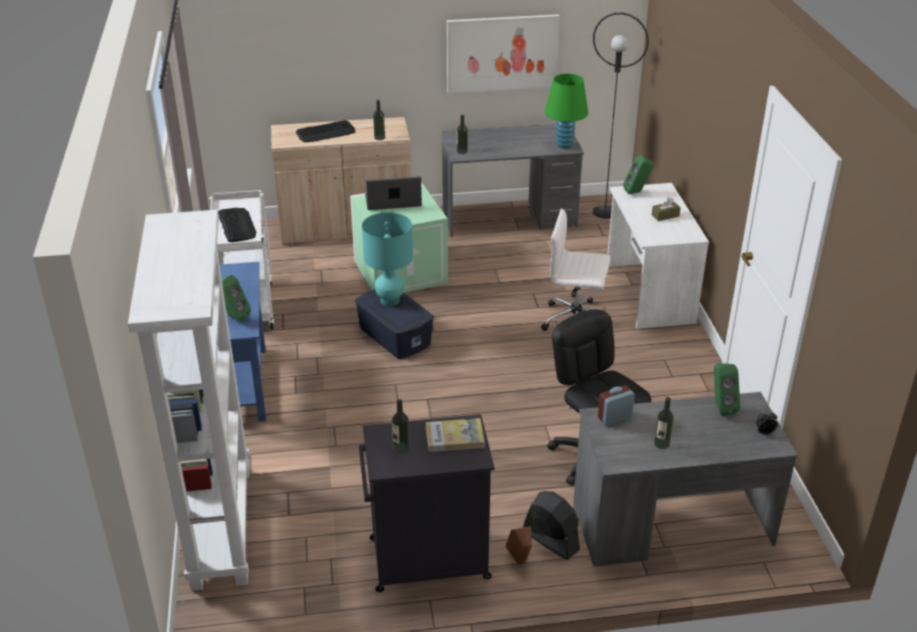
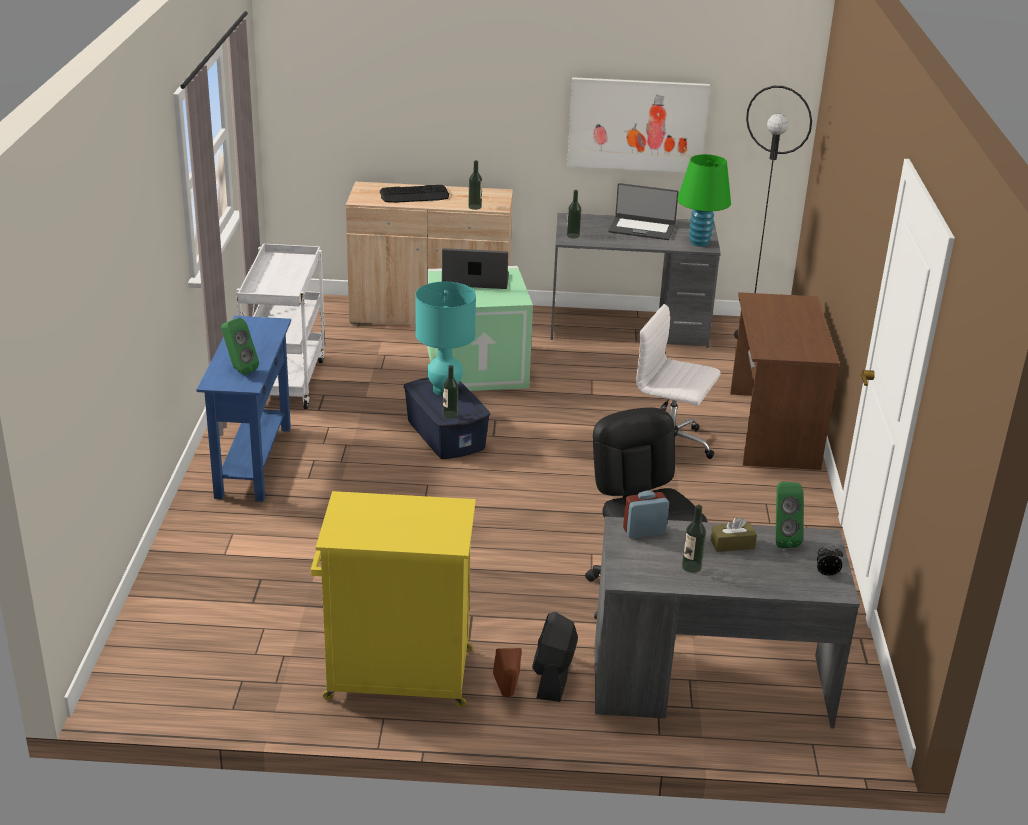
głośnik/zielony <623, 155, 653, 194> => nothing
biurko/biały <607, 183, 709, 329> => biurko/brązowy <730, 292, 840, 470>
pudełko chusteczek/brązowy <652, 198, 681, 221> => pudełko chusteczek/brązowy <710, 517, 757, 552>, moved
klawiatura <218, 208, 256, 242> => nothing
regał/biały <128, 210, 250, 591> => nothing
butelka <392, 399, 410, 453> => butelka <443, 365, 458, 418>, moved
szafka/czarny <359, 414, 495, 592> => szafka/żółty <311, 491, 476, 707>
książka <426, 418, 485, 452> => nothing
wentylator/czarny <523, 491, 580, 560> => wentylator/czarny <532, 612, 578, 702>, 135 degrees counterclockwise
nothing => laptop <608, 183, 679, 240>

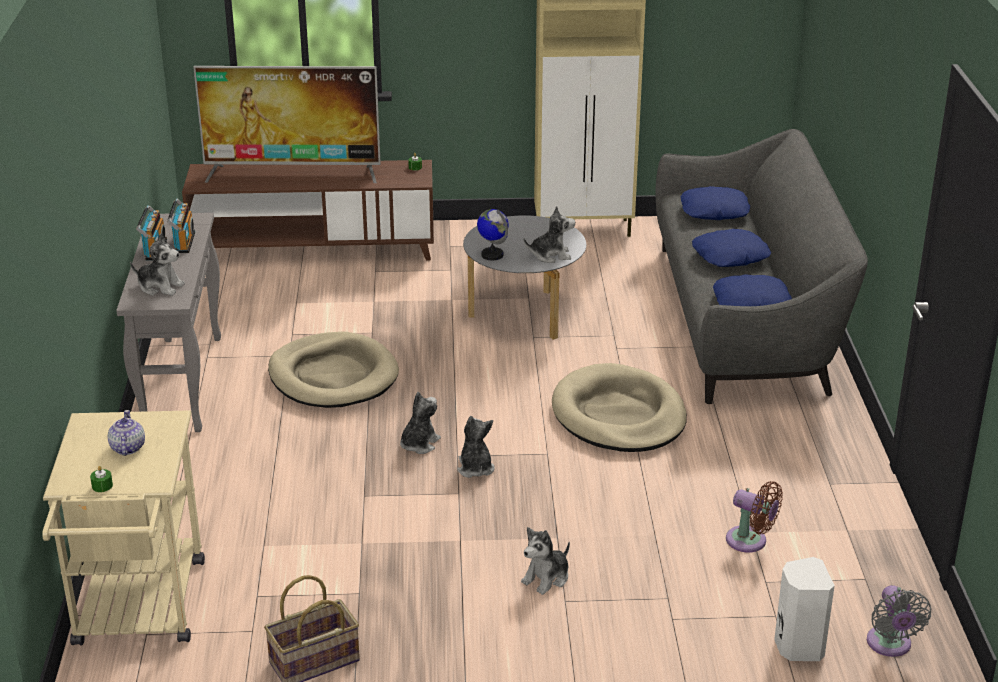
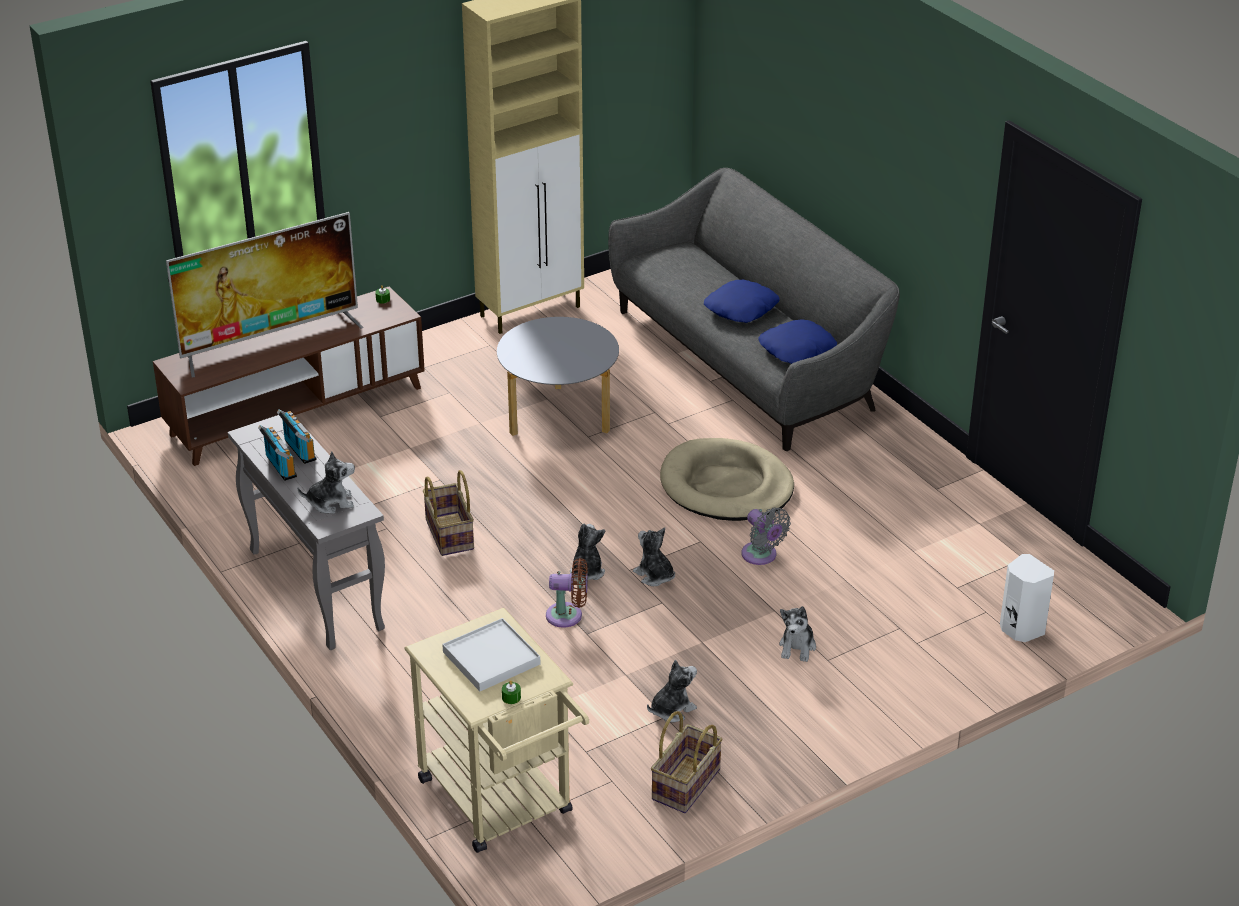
poduszka/niebieski <680, 186, 750, 220> => nothing
pluszak <524, 206, 575, 263> => pluszak <647, 660, 697, 723>, moved
globus <477, 209, 508, 260> => nothing
legowisko/beżowy <268, 332, 399, 408> => koszyk <423, 470, 474, 556>
imbryk <108, 410, 145, 456> => taca/biały <442, 618, 540, 691>
wentylator/brązowy <726, 481, 783, 553> => wentylator/brązowy <546, 558, 588, 628>, moved
wentylator/szary <867, 585, 931, 657> => wentylator/szary <741, 508, 791, 565>, moved

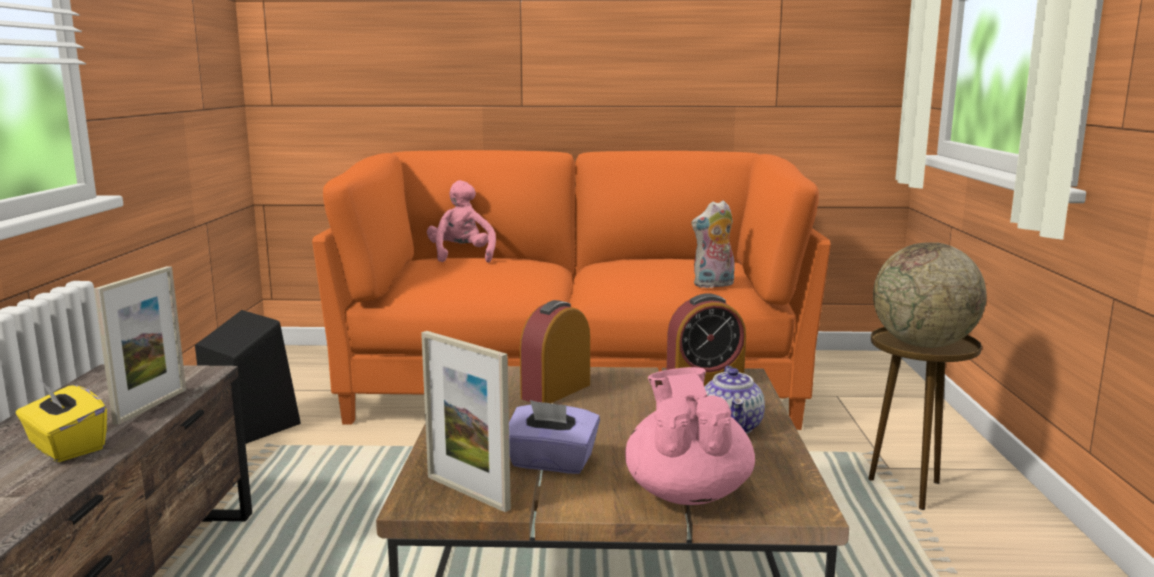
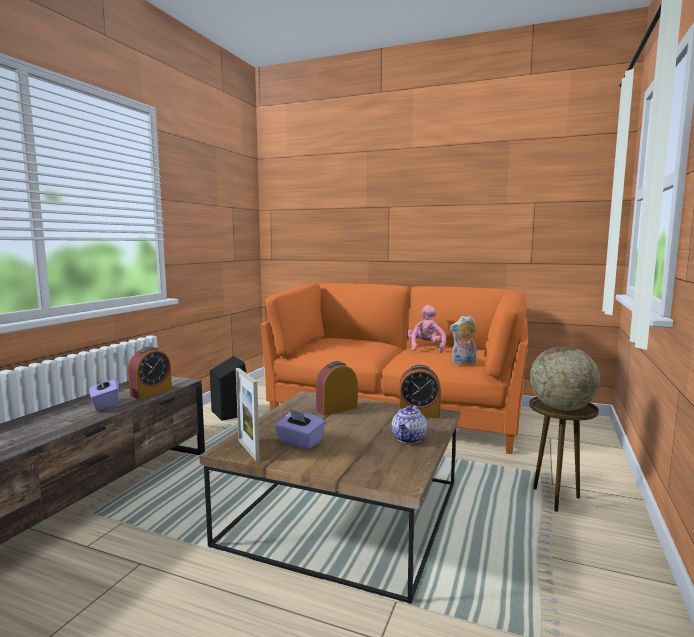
pluszak/różowy <427, 180, 496, 263> => pluszak/różowy <407, 305, 446, 353>, moved
ramka na zdjęcie <94, 266, 186, 425> => budzik <128, 347, 172, 399>
imbryk/różowy <625, 367, 755, 505> => nothing
pudełko chusteczek/żółty <16, 381, 107, 462> => pudełko chusteczek/fioletowy <89, 376, 119, 411>

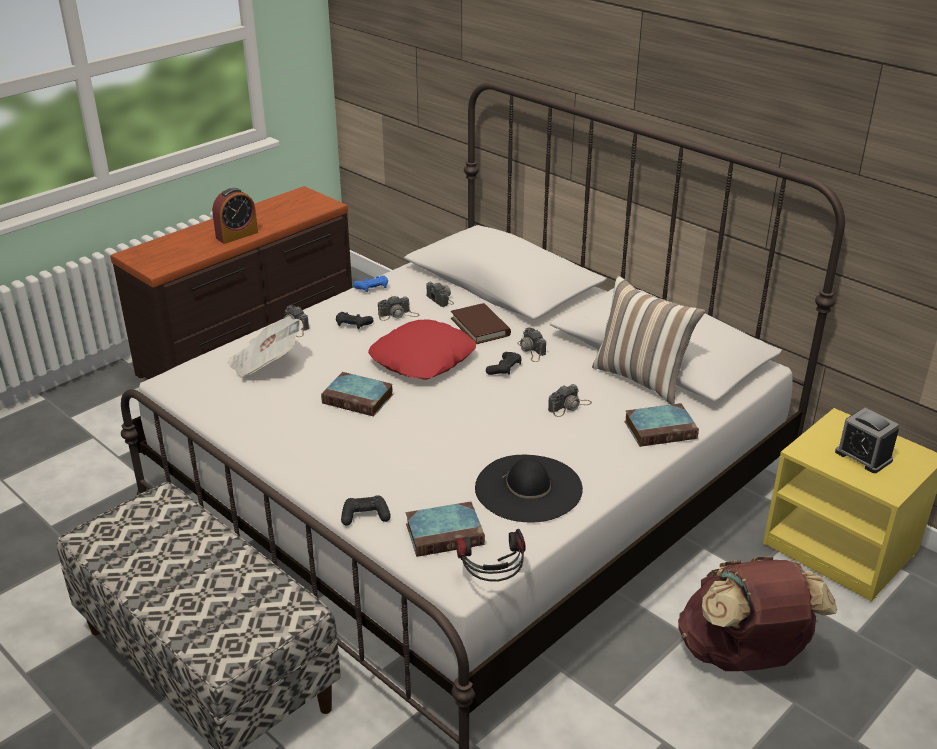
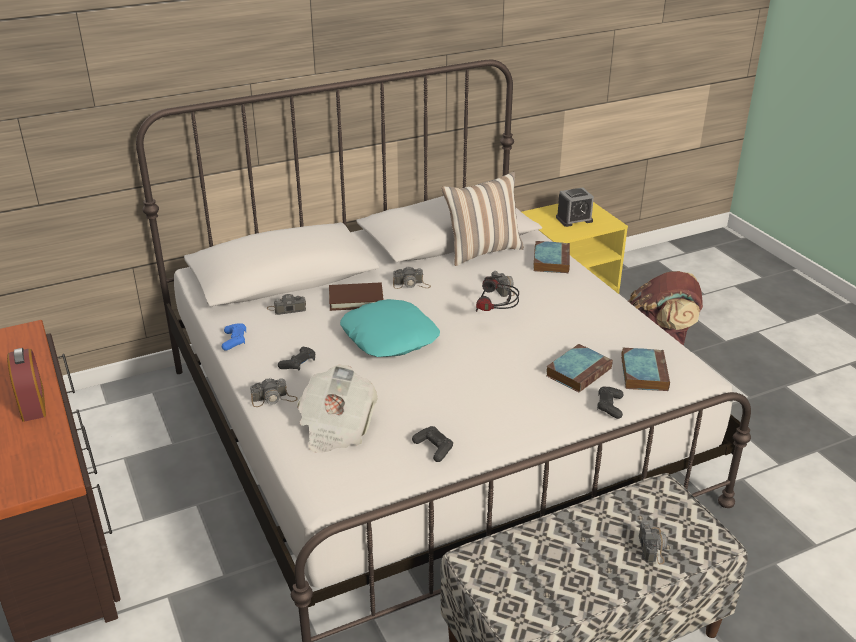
aparat fotograficzny <378, 295, 419, 321> => aparat fotograficzny <639, 521, 667, 564>, moved
poduszka/czerwony <368, 319, 476, 380> => poduszka/turkusowy <340, 299, 440, 357>
pad do gier/czarny <486, 352, 522, 375> => pad do gier/czarny <412, 426, 453, 462>, moved
książka <321, 372, 393, 417> => książka <546, 344, 613, 392>, moved
kapelusz/czarny <475, 455, 583, 522> => nothing
słuchawki <456, 529, 525, 582> => słuchawki <476, 276, 519, 312>, moved

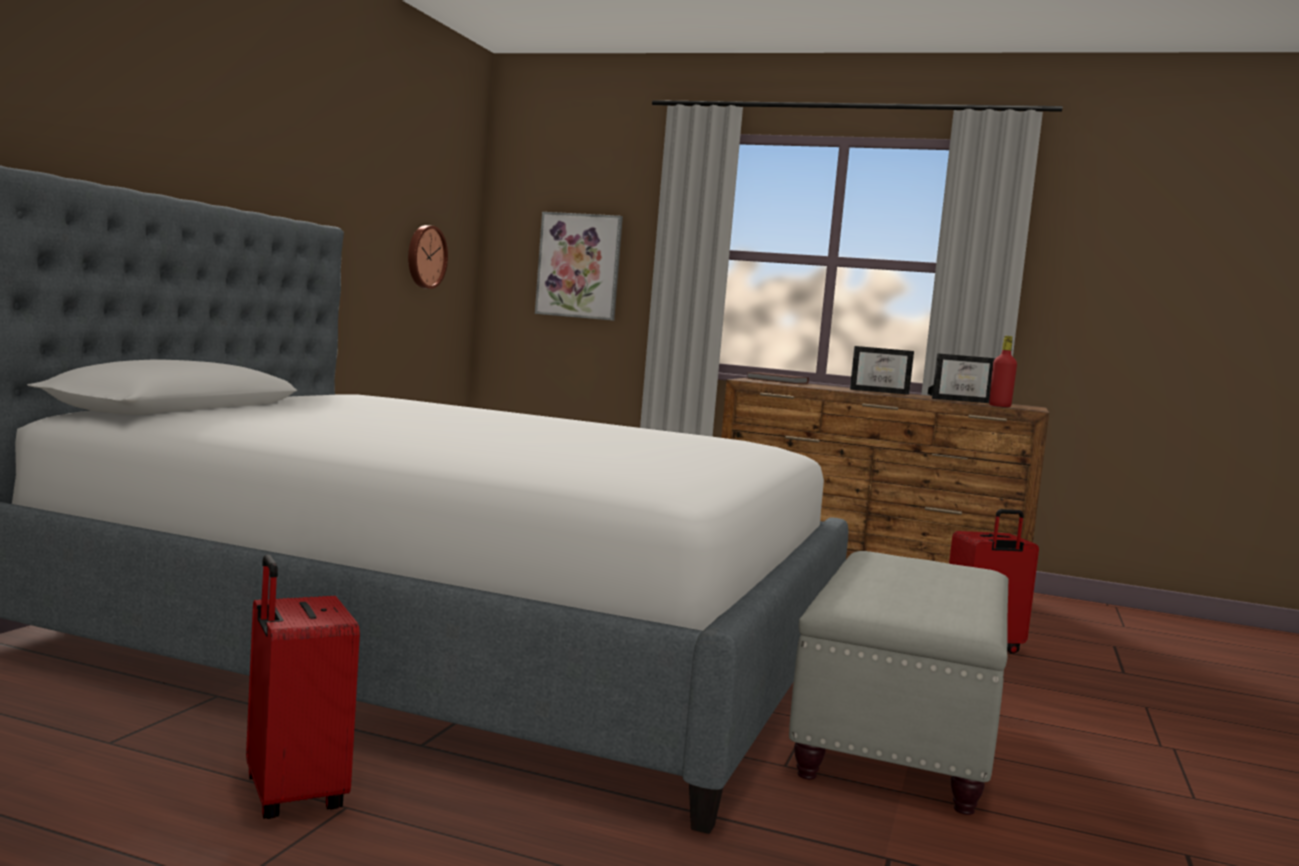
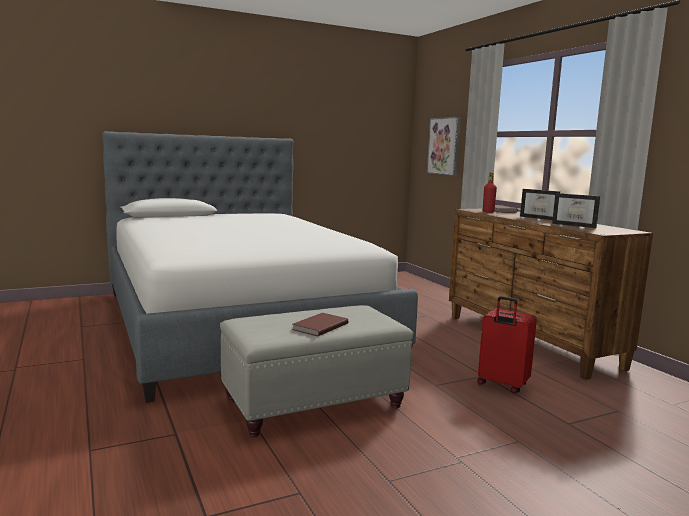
zegar ścienny <408, 225, 448, 289> => nothing
butelka/czerwony <989, 336, 1017, 407> => butelka/czerwony <483, 172, 497, 213>, moved
walizka/czerwony <246, 555, 360, 819> => nothing
nothing => książka/brązowy <292, 313, 348, 337>

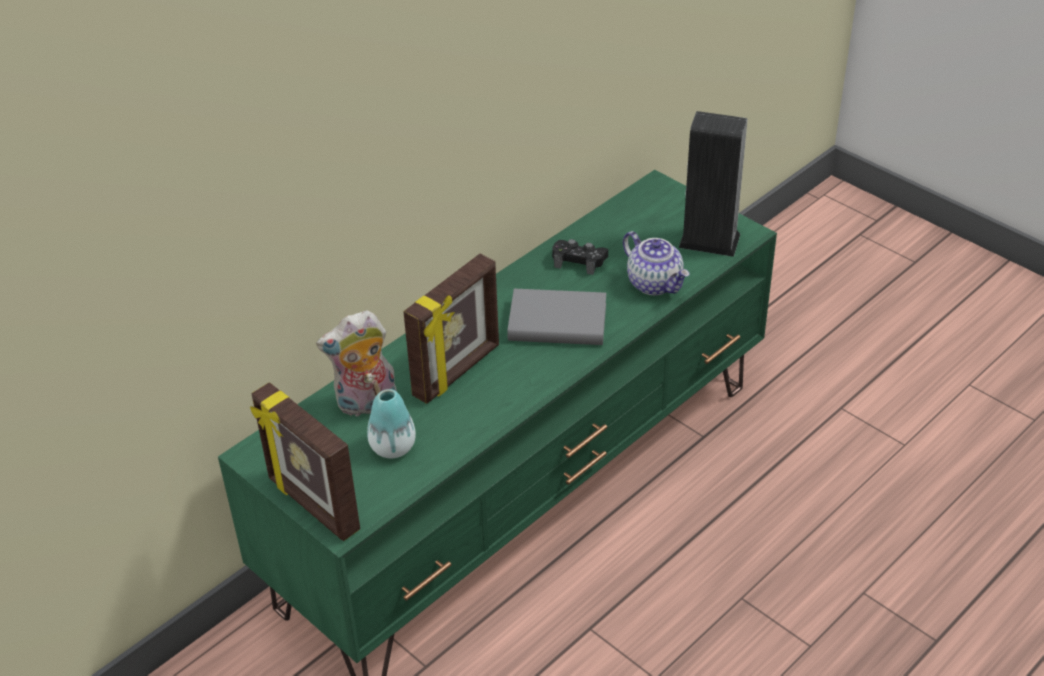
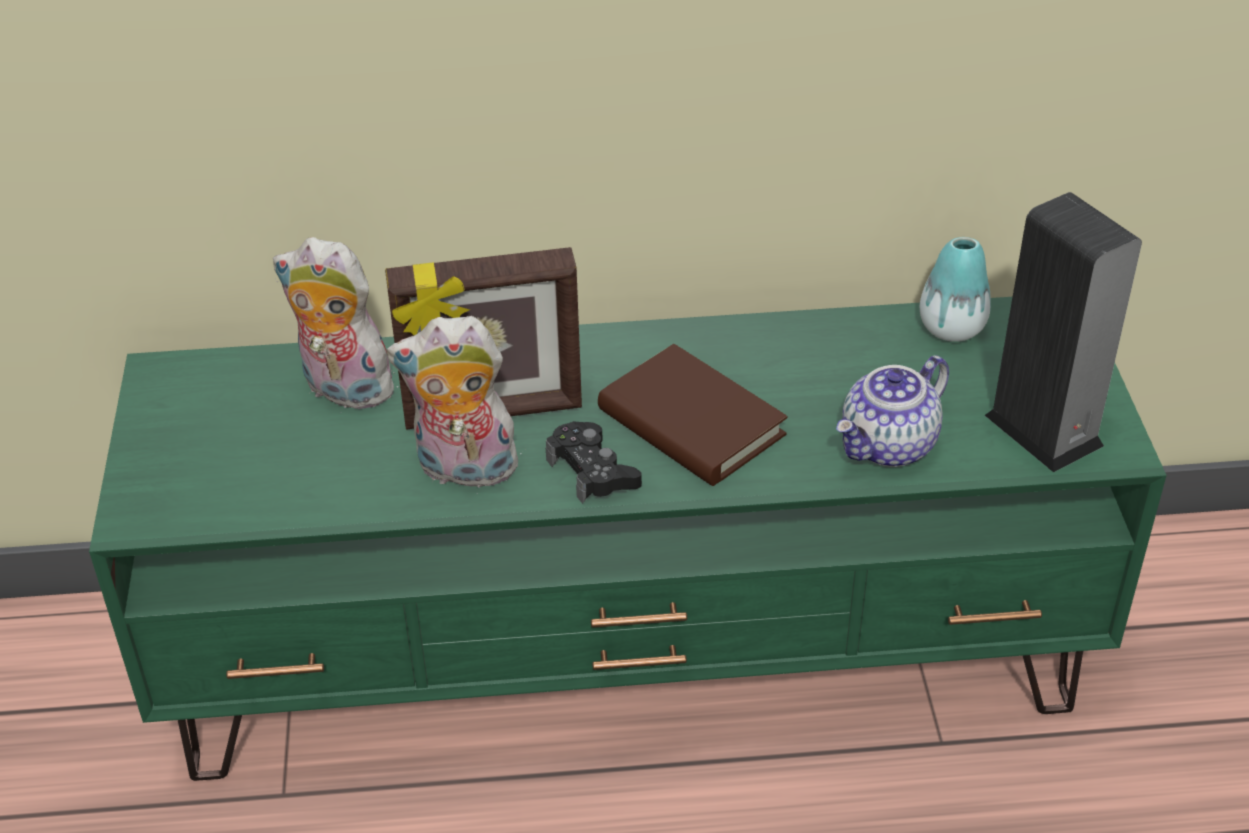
imbryk <623, 231, 689, 295> => imbryk <836, 355, 949, 467>, 45 degrees clockwise
pad do gier/czarny <552, 239, 608, 275> => pad do gier/czarny <546, 421, 642, 504>, moved
książka/szary <507, 289, 606, 345> => książka/brązowy <598, 344, 788, 486>
ramka na zdjęcie <250, 382, 360, 541> => nothing
wazon <367, 389, 416, 458> => wazon <920, 237, 991, 342>, moved
nothing => pluszak <387, 316, 526, 488>

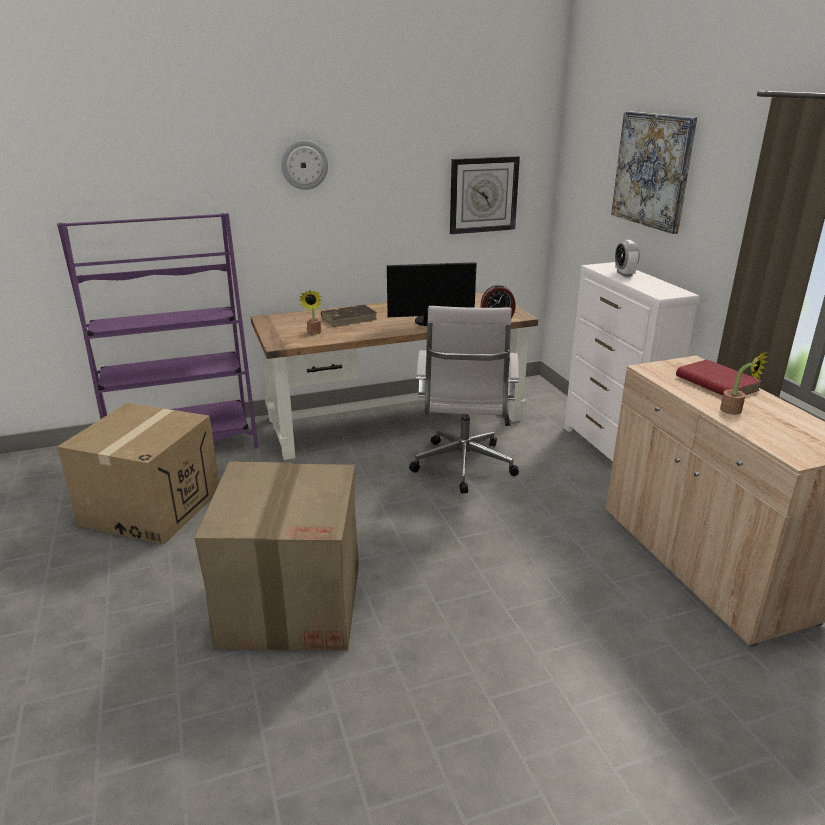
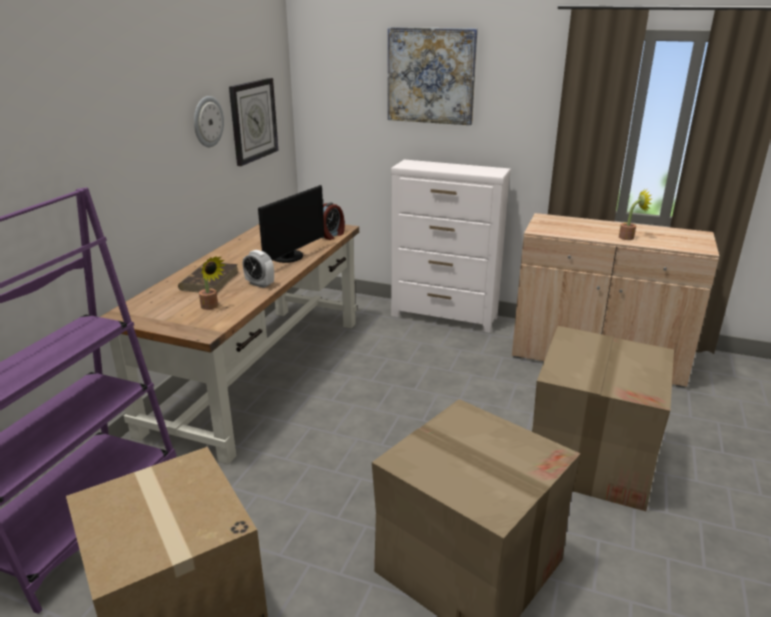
zegar ścienny <281, 140, 328, 190> => zegar ścienny <194, 96, 224, 147>, moved
budzik <615, 240, 640, 277> => budzik <243, 250, 274, 288>, moved
krzesło biurowe/biały <409, 306, 519, 494> => nothing
książka/czerwony <676, 359, 762, 395> => nothing
nothing => karton <532, 326, 674, 511>

